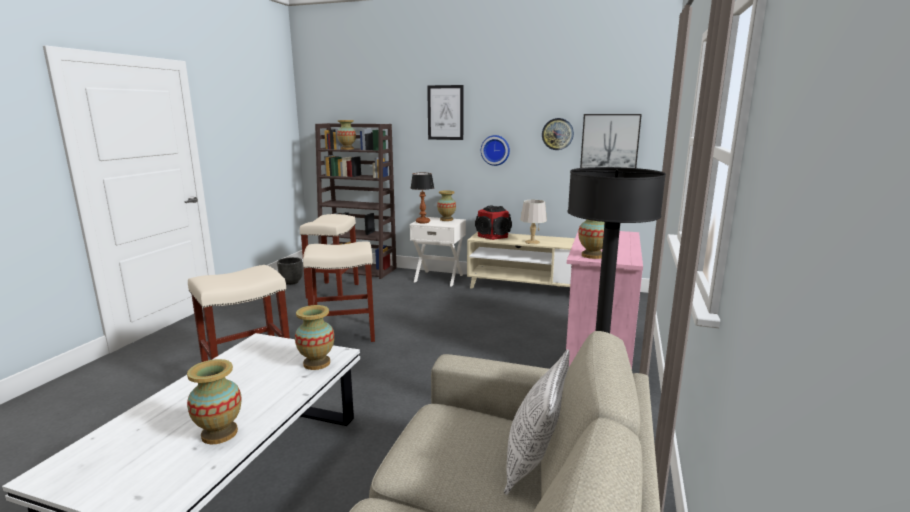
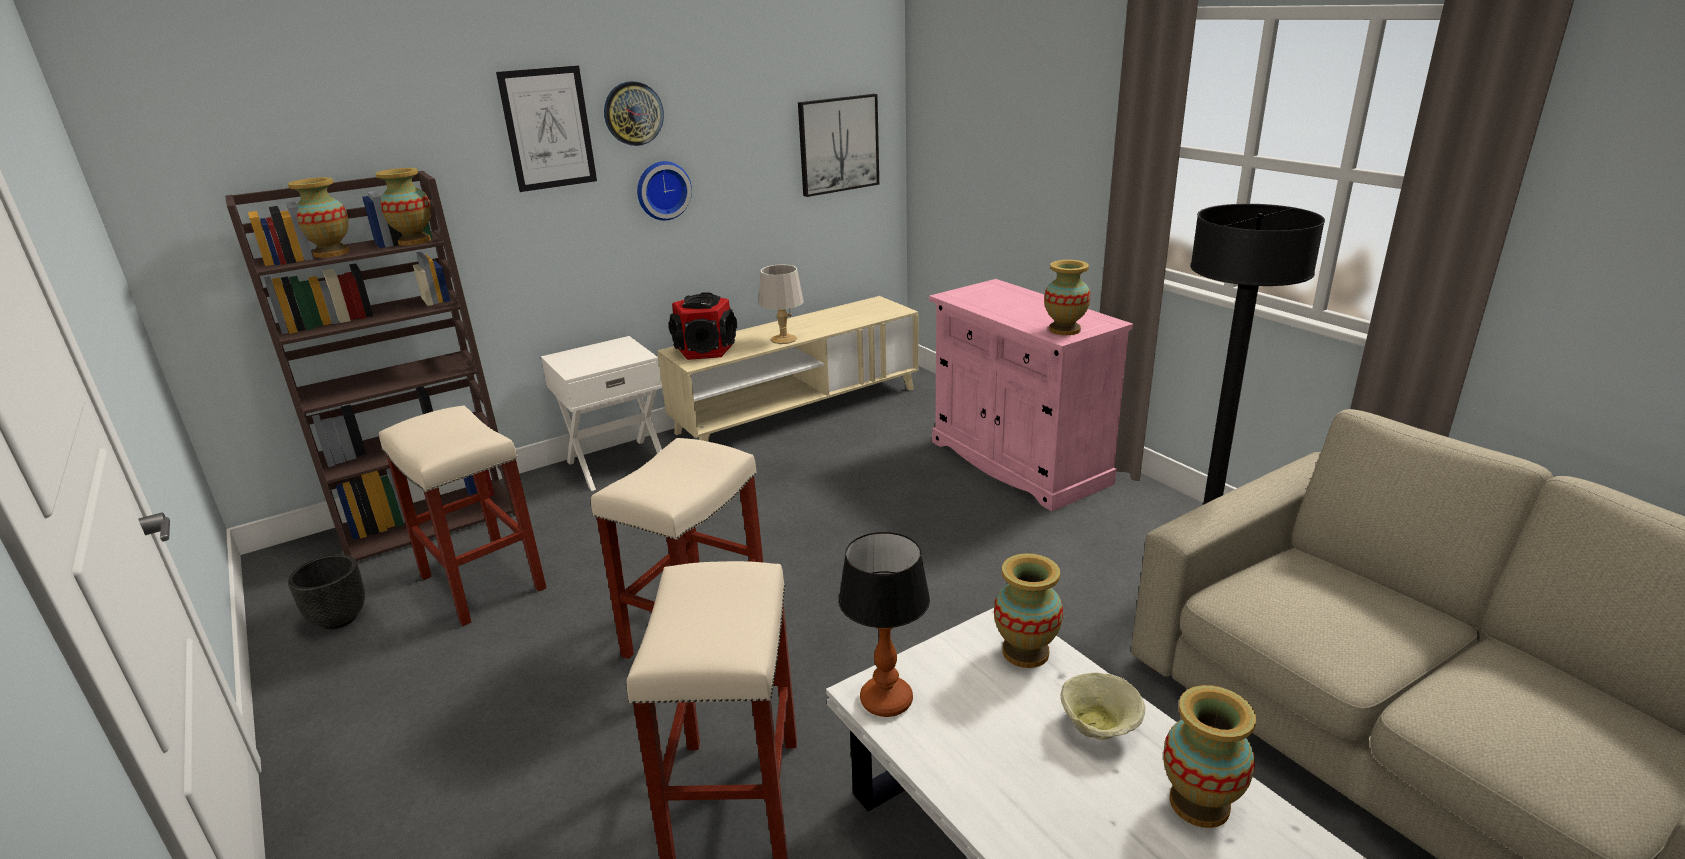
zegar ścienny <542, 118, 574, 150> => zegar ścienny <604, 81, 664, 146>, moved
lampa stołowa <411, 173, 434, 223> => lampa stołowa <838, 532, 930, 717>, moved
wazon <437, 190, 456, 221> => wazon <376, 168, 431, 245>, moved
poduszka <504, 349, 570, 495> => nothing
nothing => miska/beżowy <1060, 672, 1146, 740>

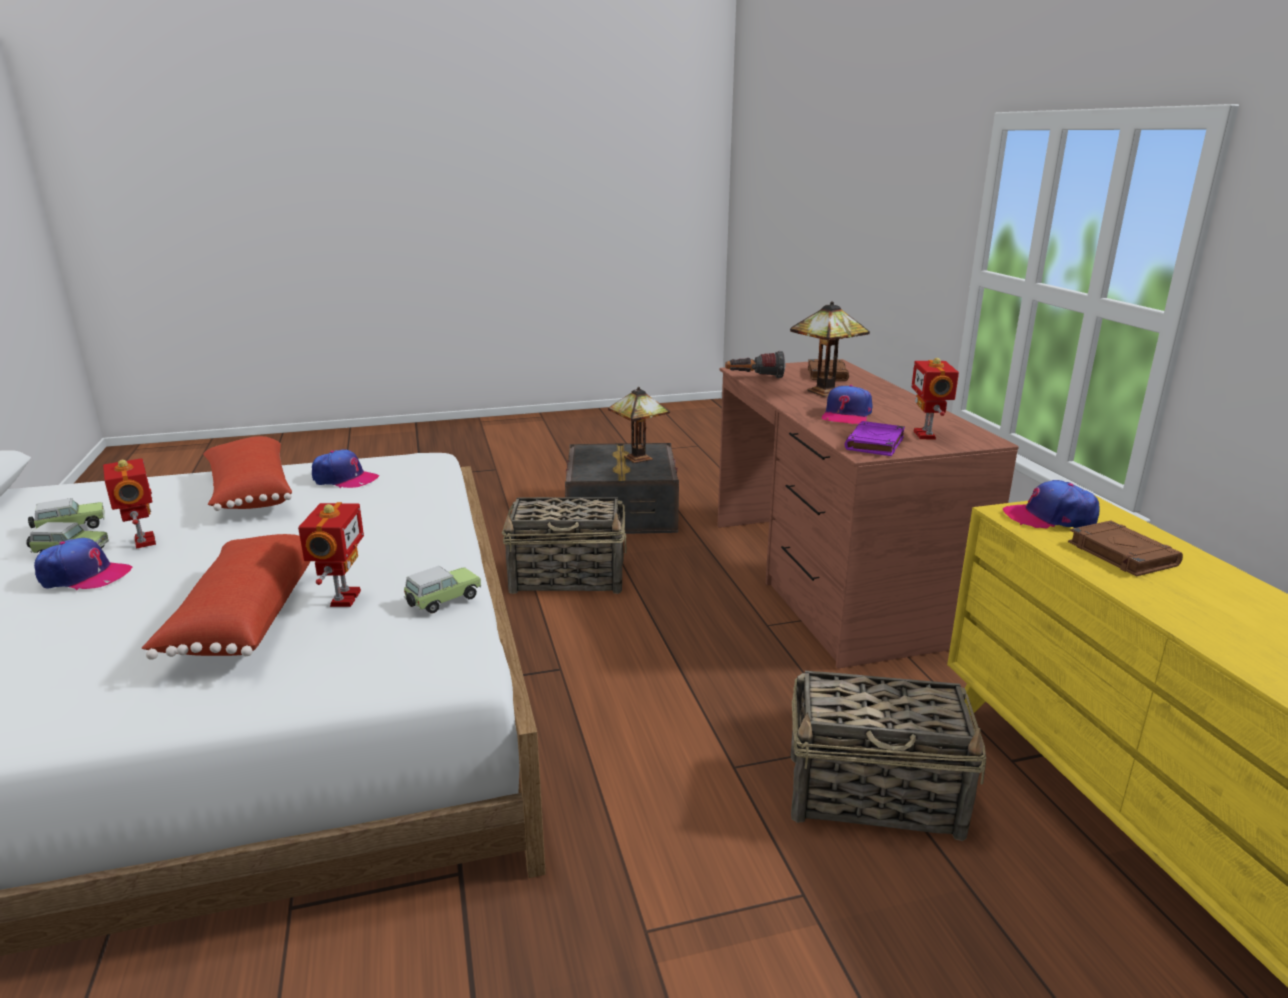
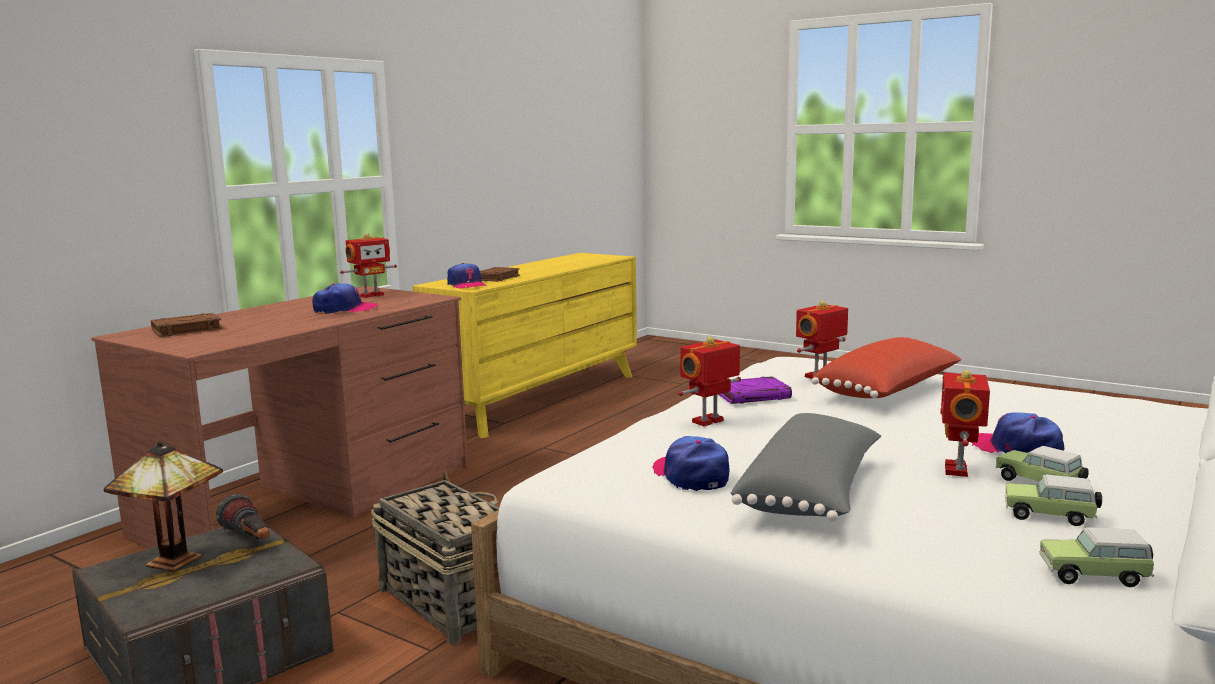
lampa stołowa <790, 301, 870, 397> => nothing
latarka <725, 351, 785, 378> => latarka <216, 494, 270, 540>, moved
książka/fioletowy <845, 421, 905, 456> => książka/fioletowy <718, 376, 792, 404>, moved
poduszka/czerwony <203, 436, 292, 511> => poduszka/szary <731, 413, 881, 522>
samochodzik <404, 566, 481, 614> => samochodzik <1039, 527, 1154, 587>, moved
koszyk <791, 671, 986, 841> => nothing
nothing => robot zabawkowy <678, 337, 741, 426>

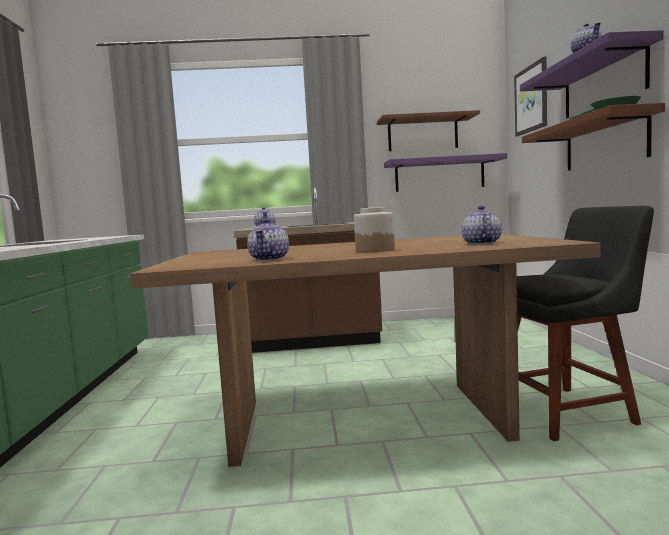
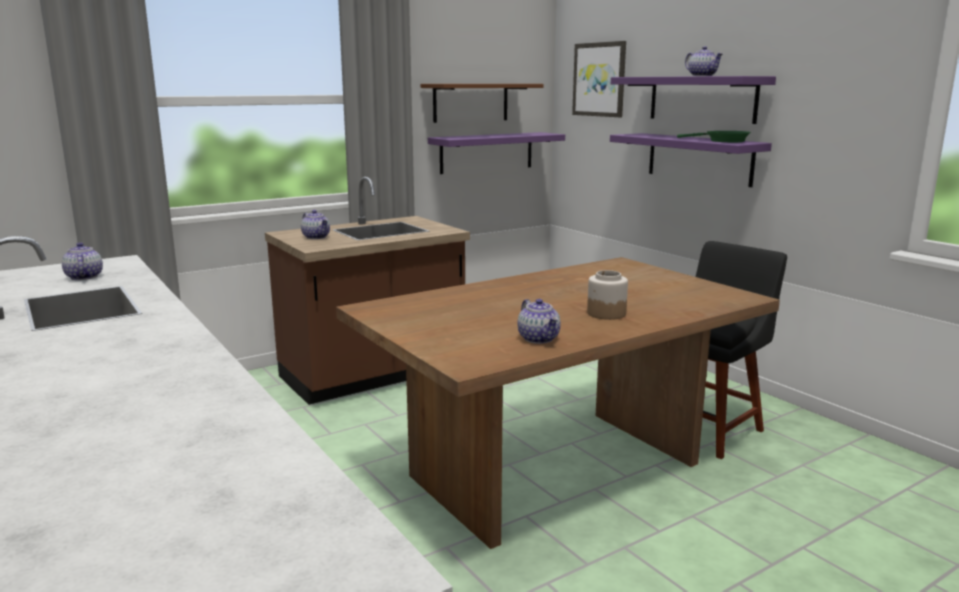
półka/brązowy <522, 103, 665, 171> => półka/fioletowy <610, 133, 772, 187>
imbryk <462, 206, 502, 245> => imbryk <62, 243, 103, 280>, moved

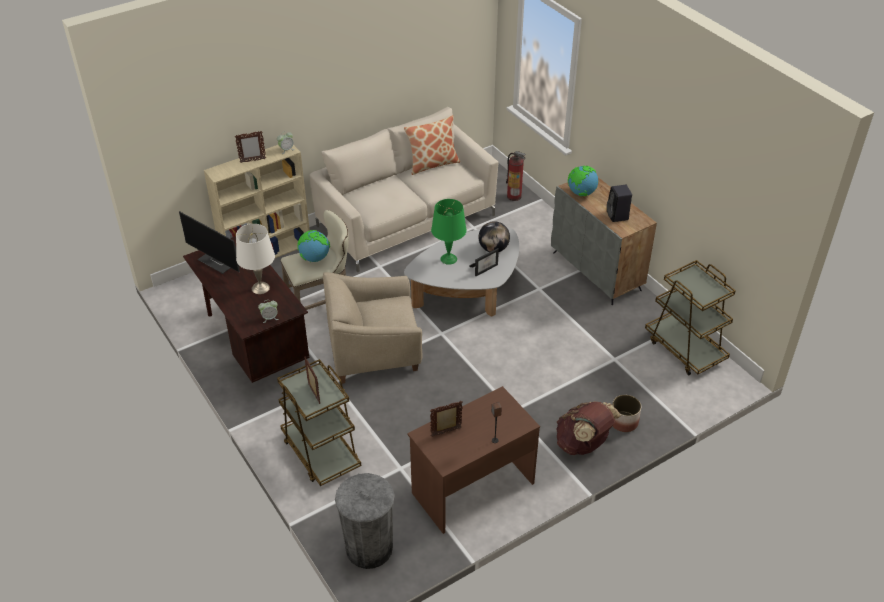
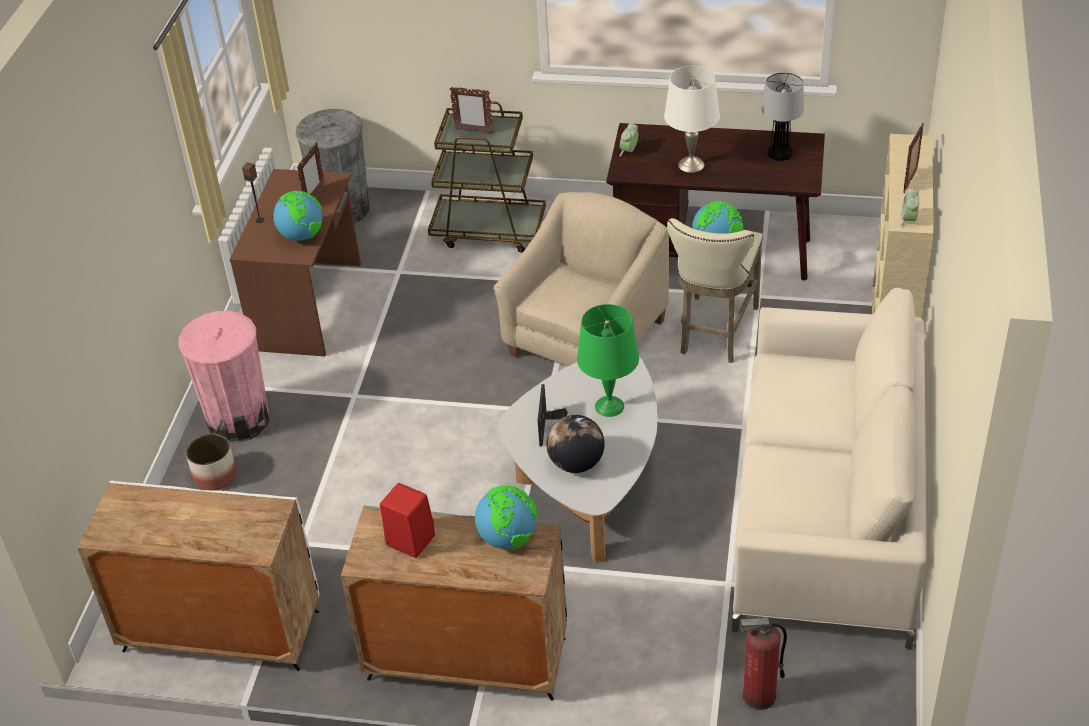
poduszka <404, 115, 460, 175> => nothing
głośnik/czarny <607, 185, 632, 222> => głośnik/czerwony <380, 483, 435, 558>
monitor <179, 211, 240, 274> => lampa stołowa <762, 72, 804, 161>
wózek/brązowy <645, 260, 736, 375> => szafka/biały <77, 481, 319, 671>
plecak/brązowy <557, 401, 621, 455> => kosz na śmieci/różowy <179, 311, 270, 443>
nothing => globus <273, 191, 322, 241>

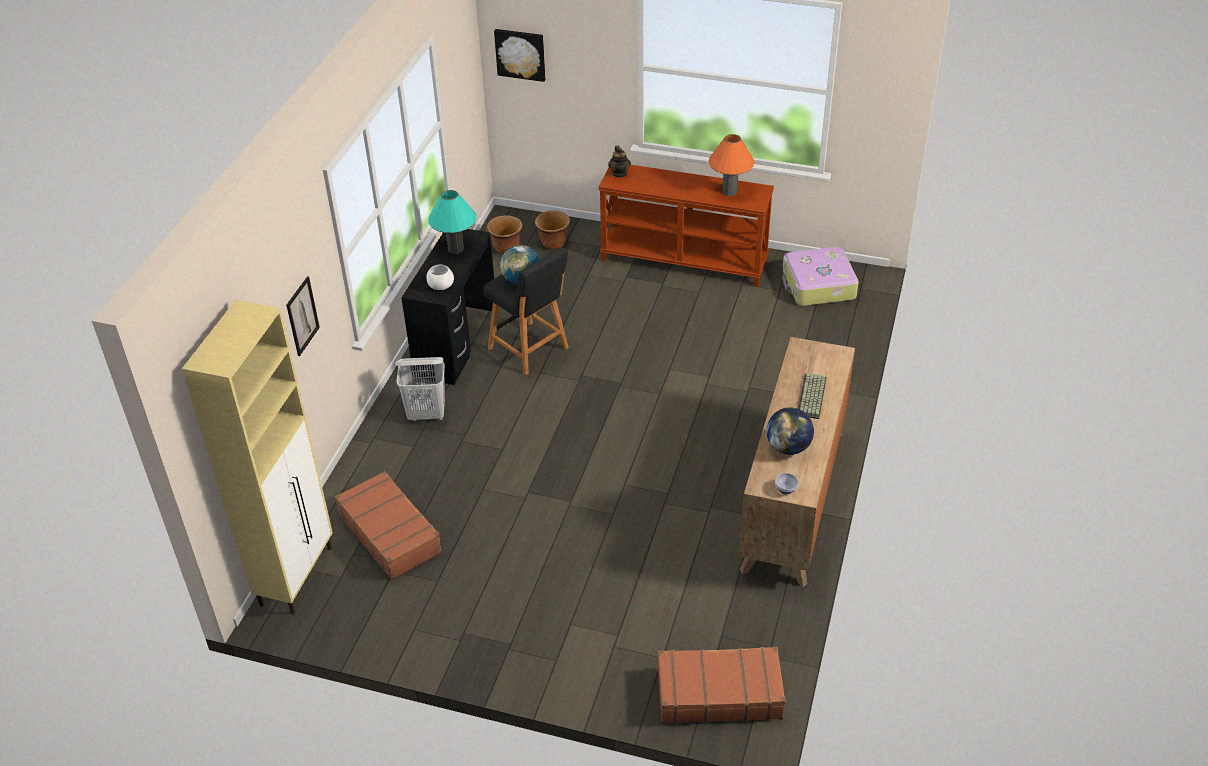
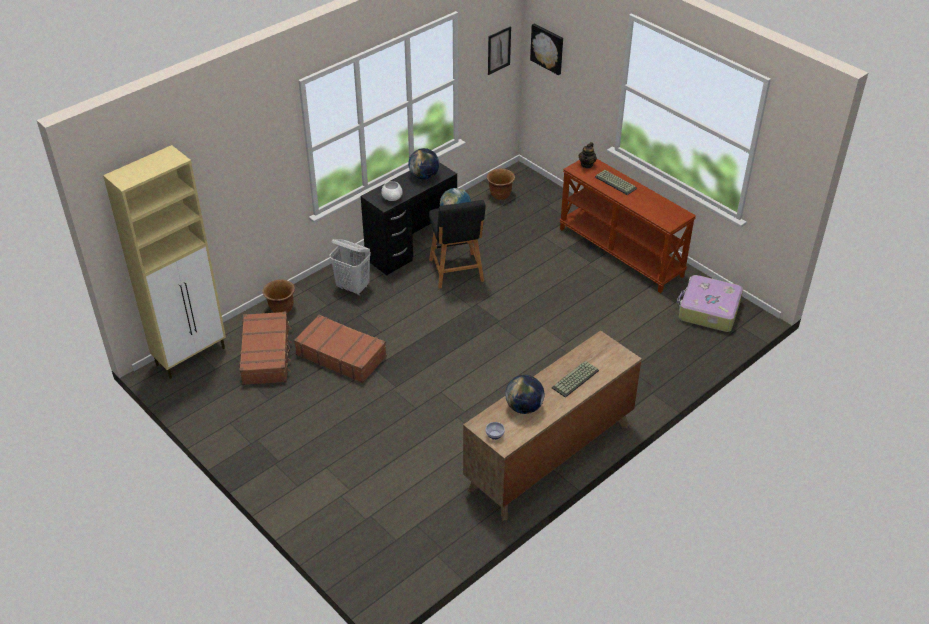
lampa stołowa/pomarańczowy <709, 134, 754, 196> => nothing
lampa stołowa/turkusowy <428, 190, 477, 254> => globus <408, 148, 439, 179>
donica/brązowy <535, 211, 570, 250> => donica/brązowy <263, 279, 295, 313>, moved
obraz <286, 276, 320, 356> => obraz <488, 26, 511, 75>, moved
walizka/brązowy <658, 647, 786, 724> => walizka/brązowy <294, 315, 387, 383>, moved
nothing => klawiatura <595, 170, 637, 195>

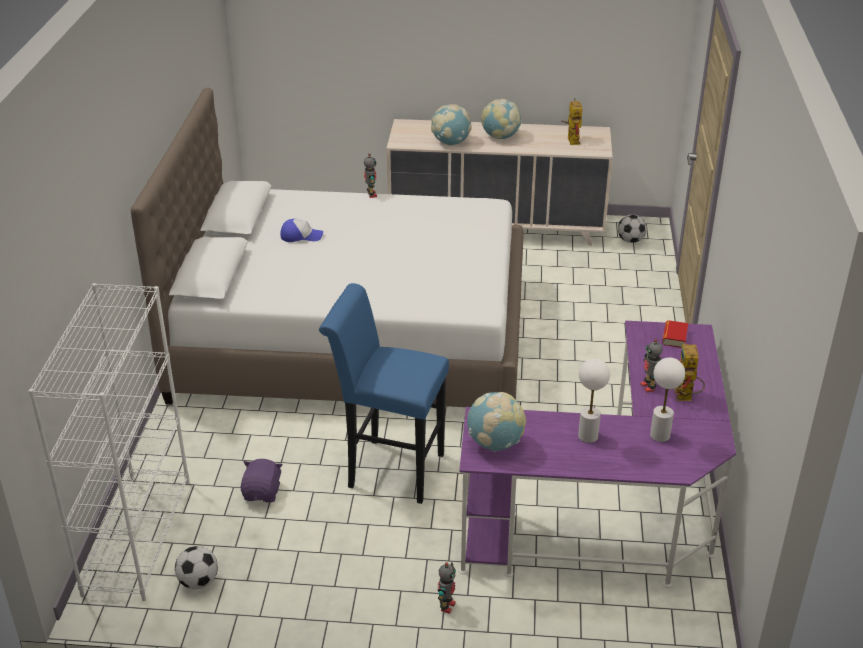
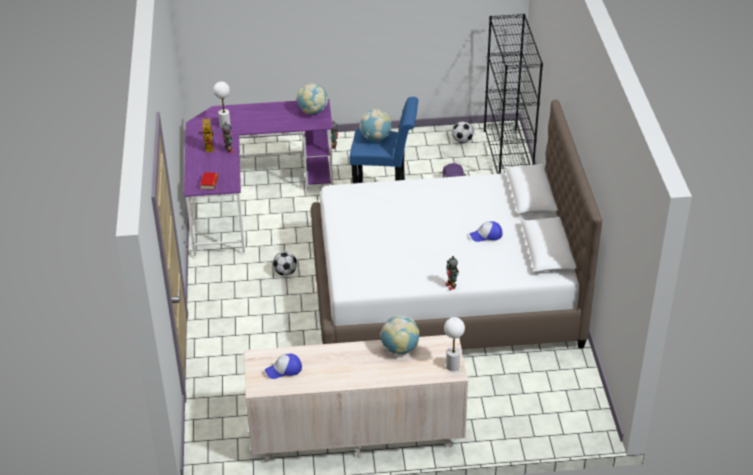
robot zabawkowy <561, 98, 582, 145> => czapka z daszkiem <265, 354, 302, 379>
globus <481, 99, 522, 139> => globus <359, 109, 392, 142>, moved
piłka futbolowa <618, 214, 647, 243> => piłka futbolowa <273, 251, 297, 276>, moved
regał/biały <29, 283, 190, 601> => regał/czarny <484, 14, 543, 174>
lampa stołowa/biały <578, 358, 610, 443> => lampa stołowa/biały <444, 317, 465, 371>, moved

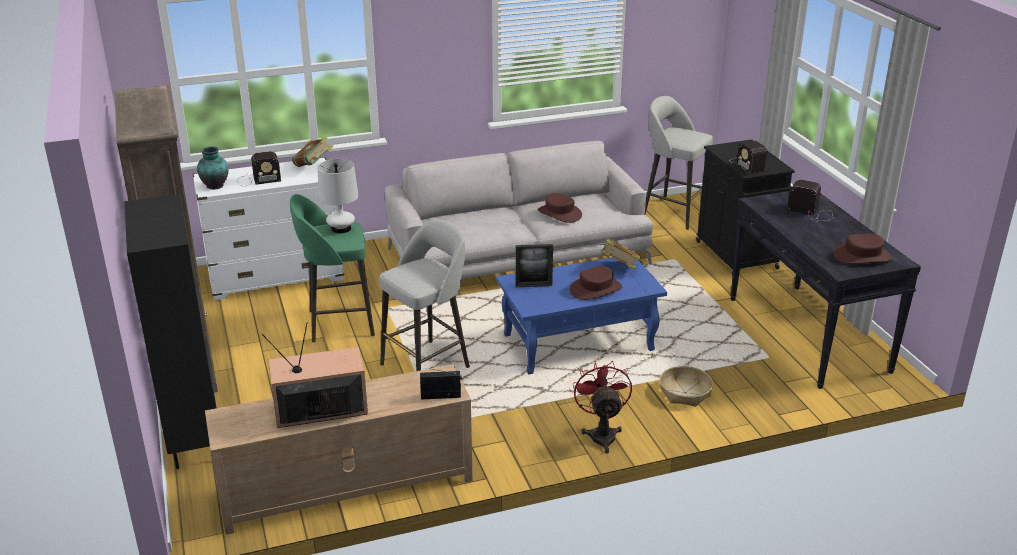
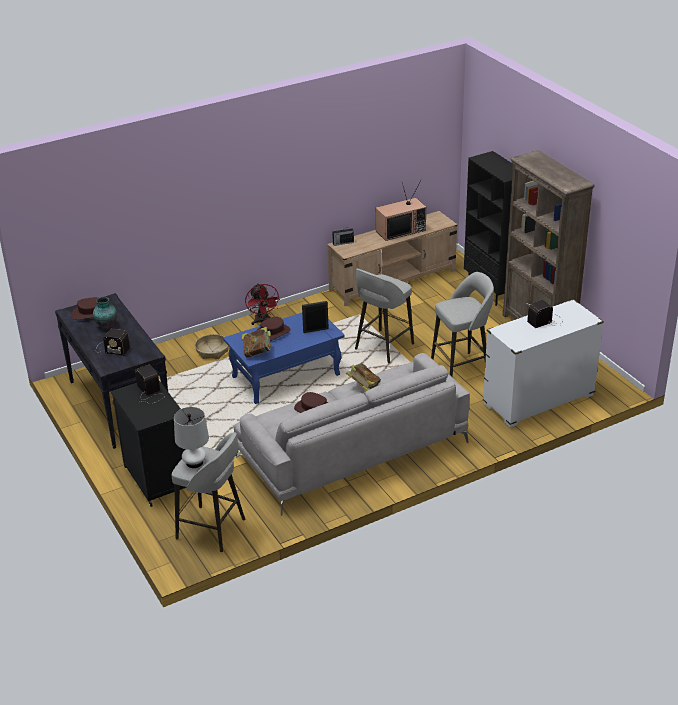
książka <292, 137, 333, 167> => książka <346, 363, 381, 391>, moved
wazon <197, 146, 228, 190> => wazon <93, 297, 117, 330>, moved
lampa stołowa/biały <318, 159, 358, 234> => lampa stołowa/biały <174, 407, 209, 468>, moved
stołek/zielony <290, 194, 375, 343> => stołek/szary <431, 272, 494, 377>

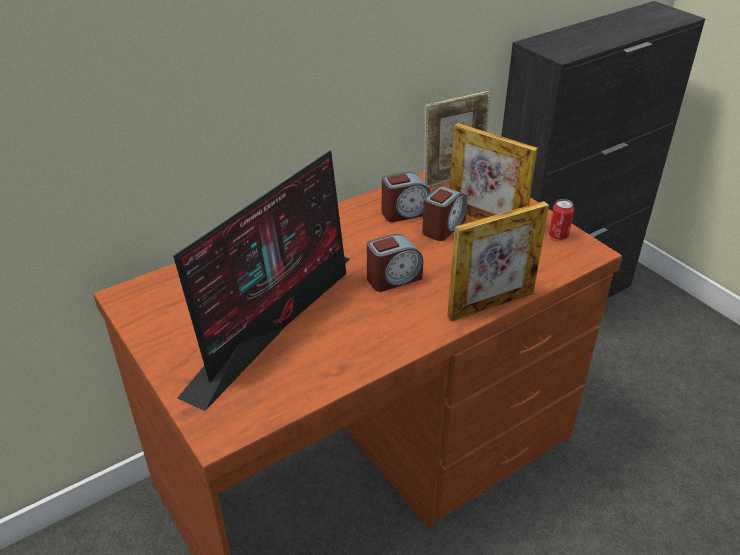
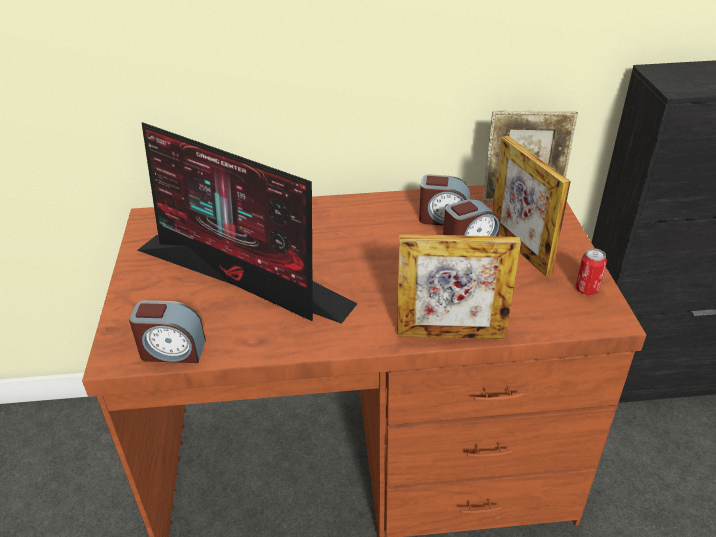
monitor <173, 151, 349, 411> => monitor <137, 122, 357, 324>, 60 degrees clockwise
budzik <367, 234, 423, 292> => budzik <129, 300, 206, 363>, moved

